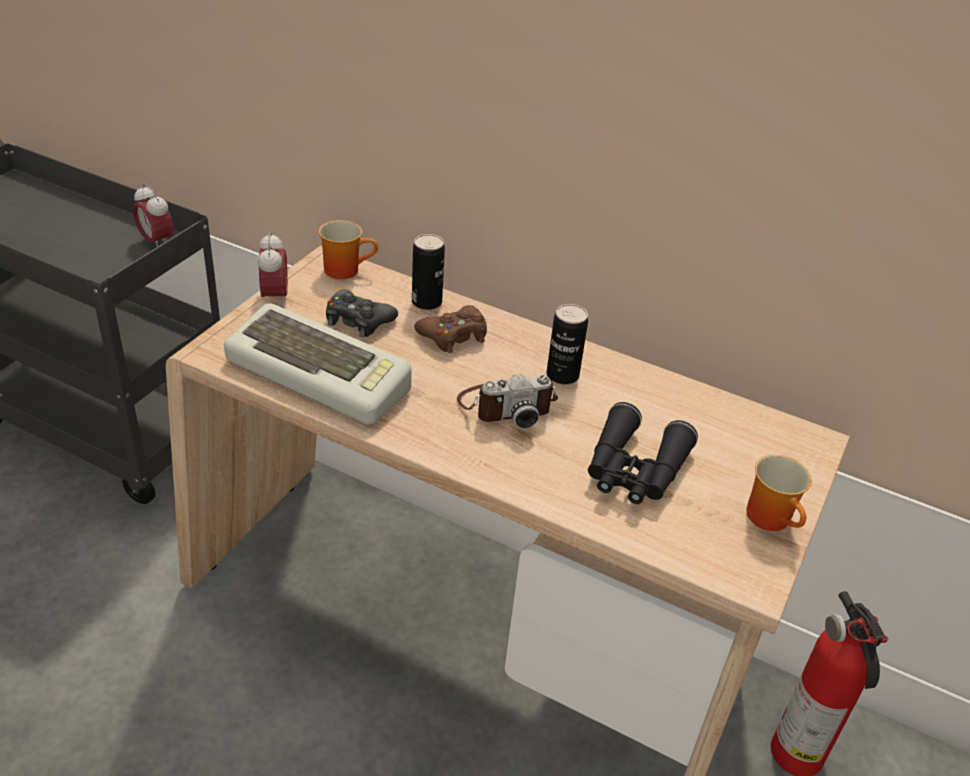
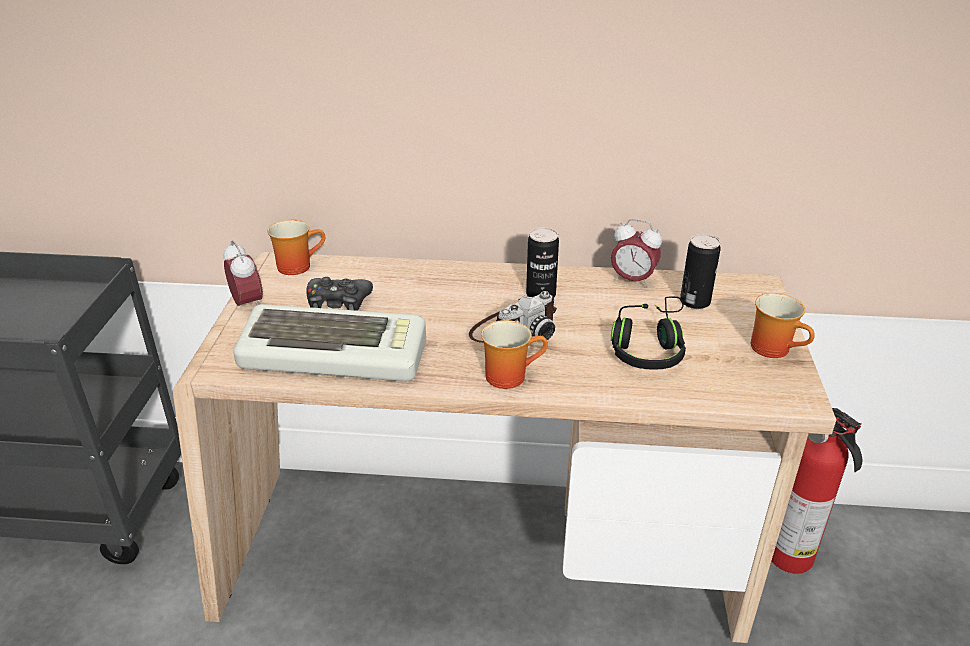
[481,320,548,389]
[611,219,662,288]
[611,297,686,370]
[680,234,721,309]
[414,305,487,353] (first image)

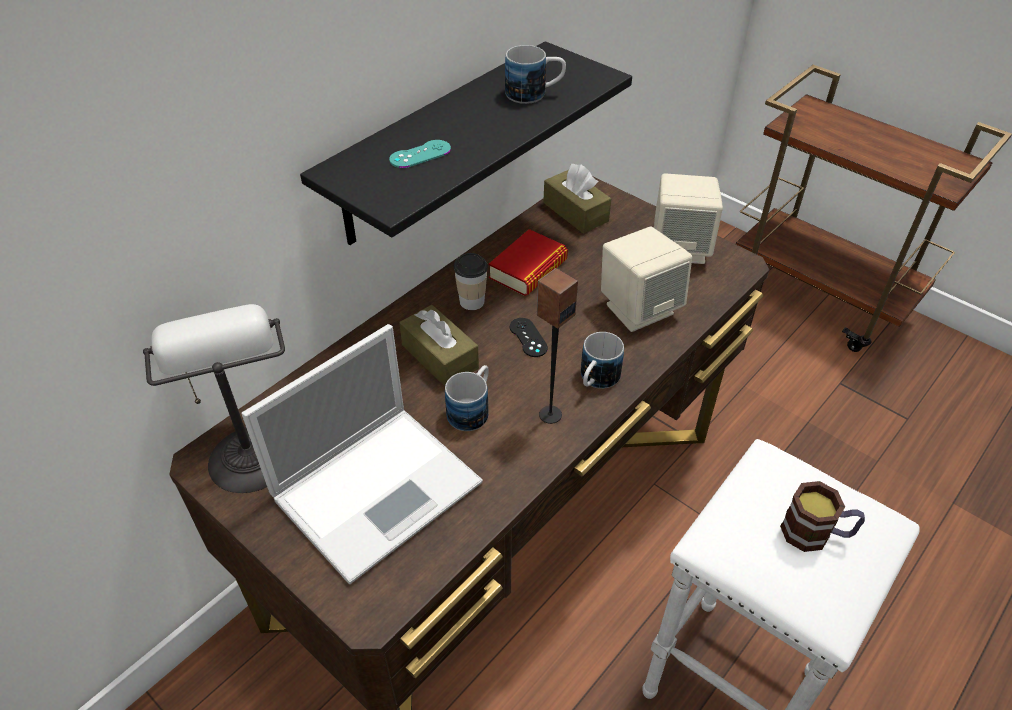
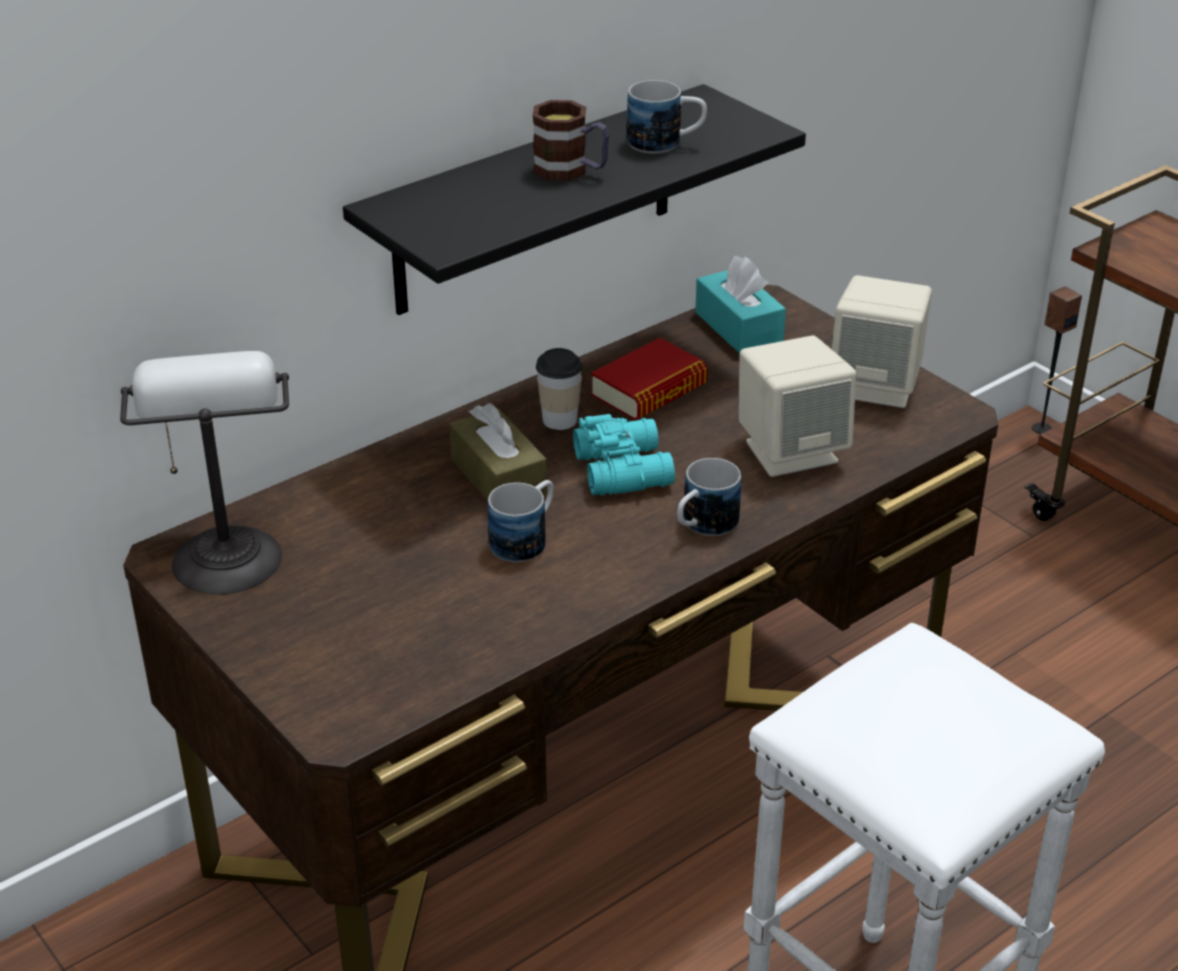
[532,100,609,181]
[573,414,675,495]
[695,256,786,354]
[1032,286,1082,434]
[241,324,483,584] (first image)
[389,140,451,168] (first image)

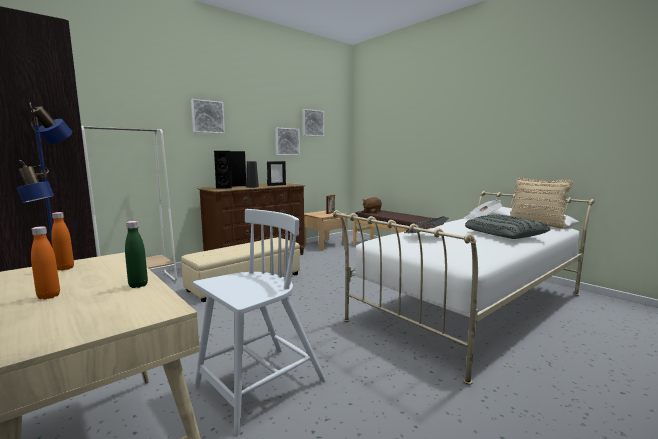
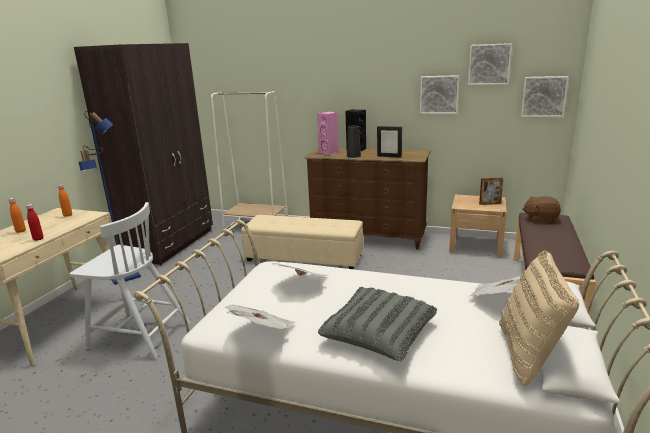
[26,204,44,241]
[225,305,295,329]
[317,111,339,155]
[521,76,569,117]

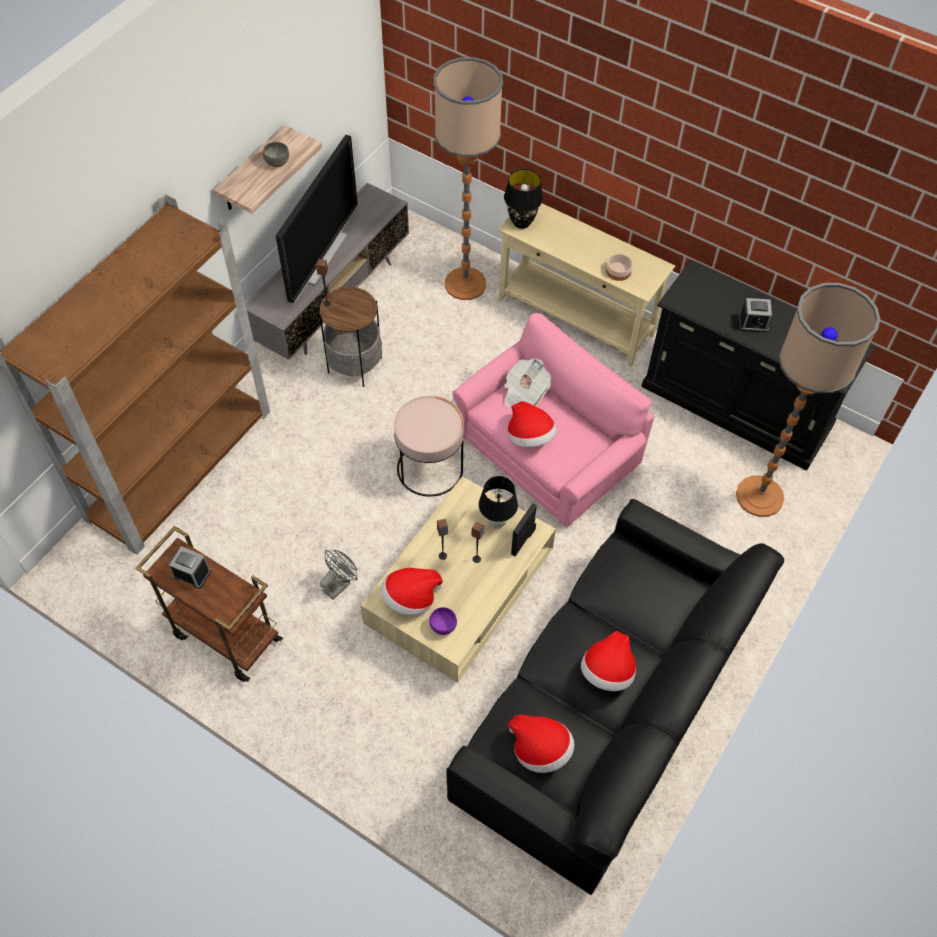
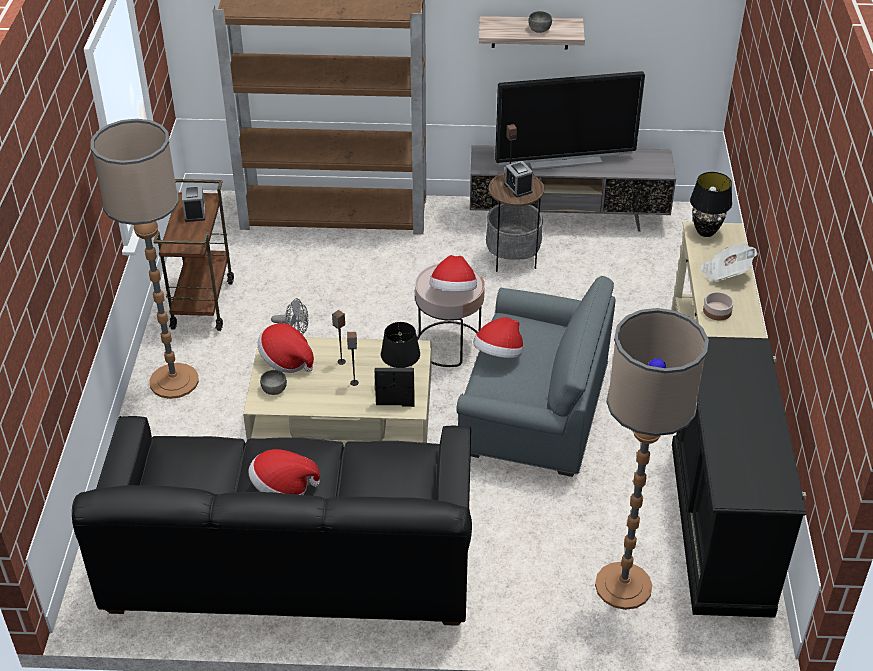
[91,119,199,399]
[260,370,287,395]
[429,255,477,292]
[456,276,615,477]
[504,161,533,197]
[700,243,758,282]

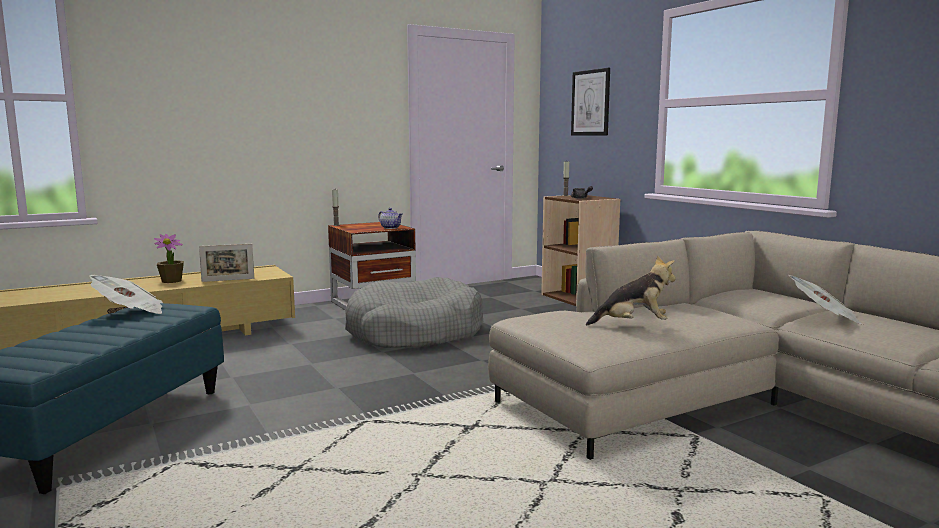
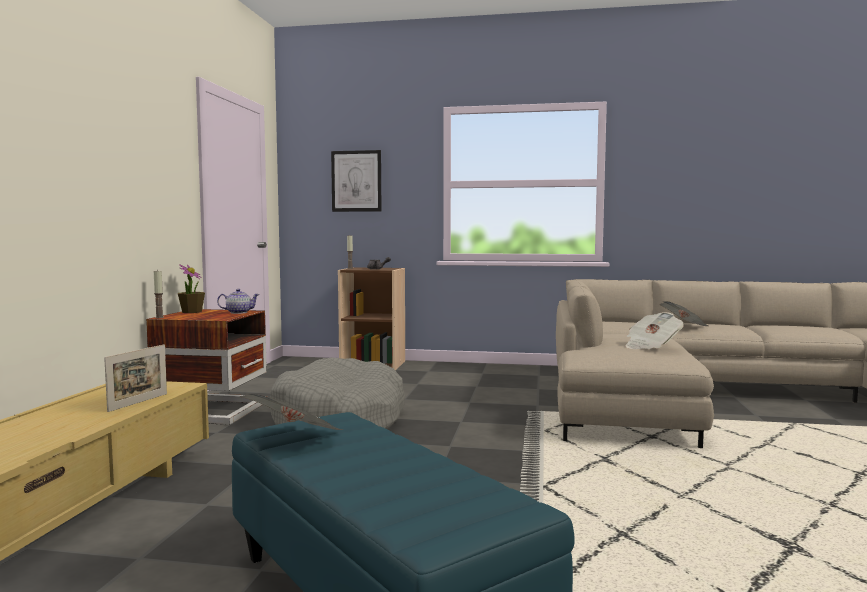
[178,264,205,313]
[625,312,683,349]

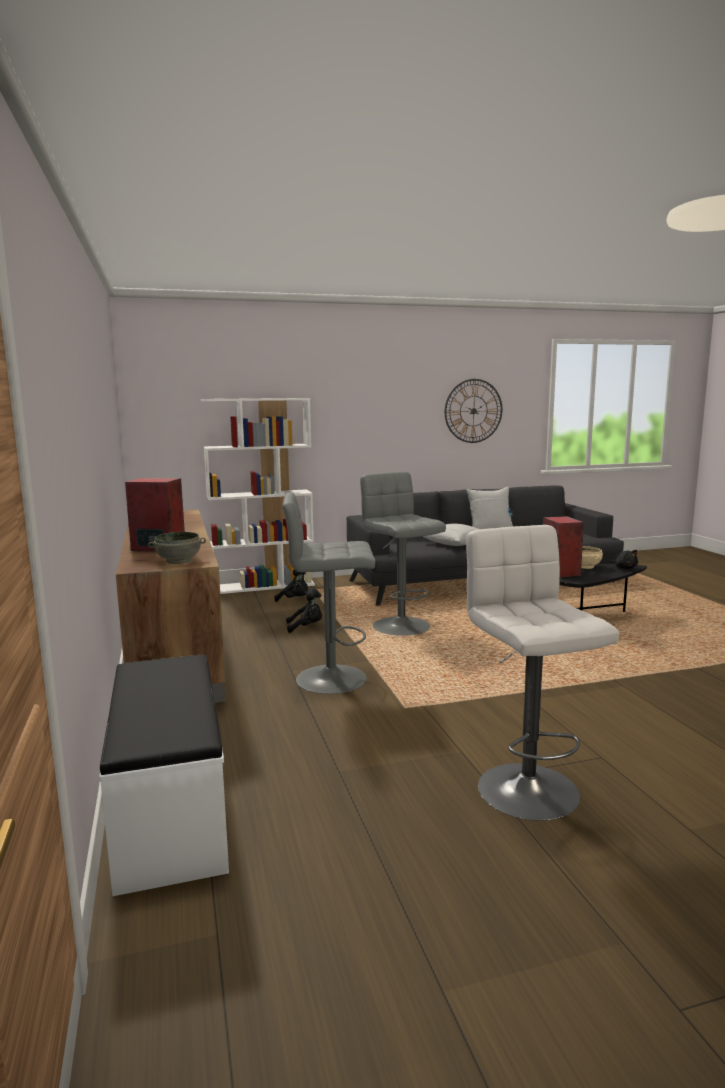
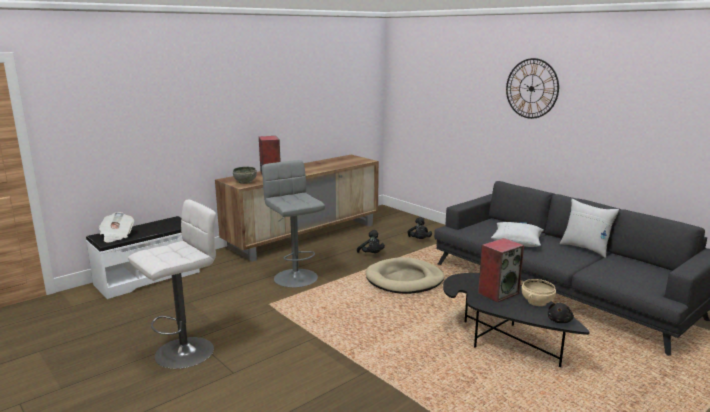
[99,212,134,243]
[366,257,444,294]
[506,58,559,119]
[201,398,315,594] (first image)

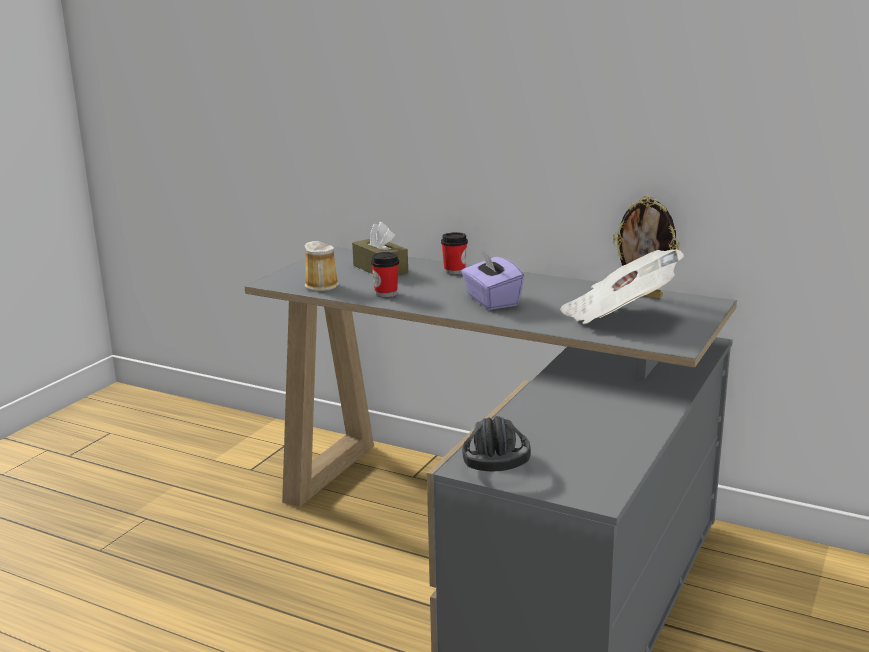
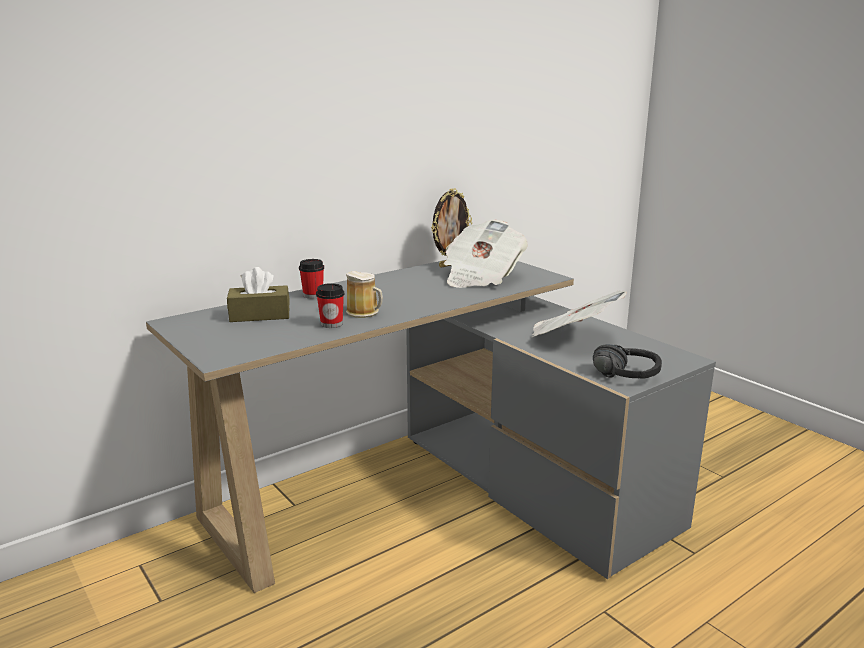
[346,271,383,318]
[532,290,627,337]
[461,250,524,310] (first image)

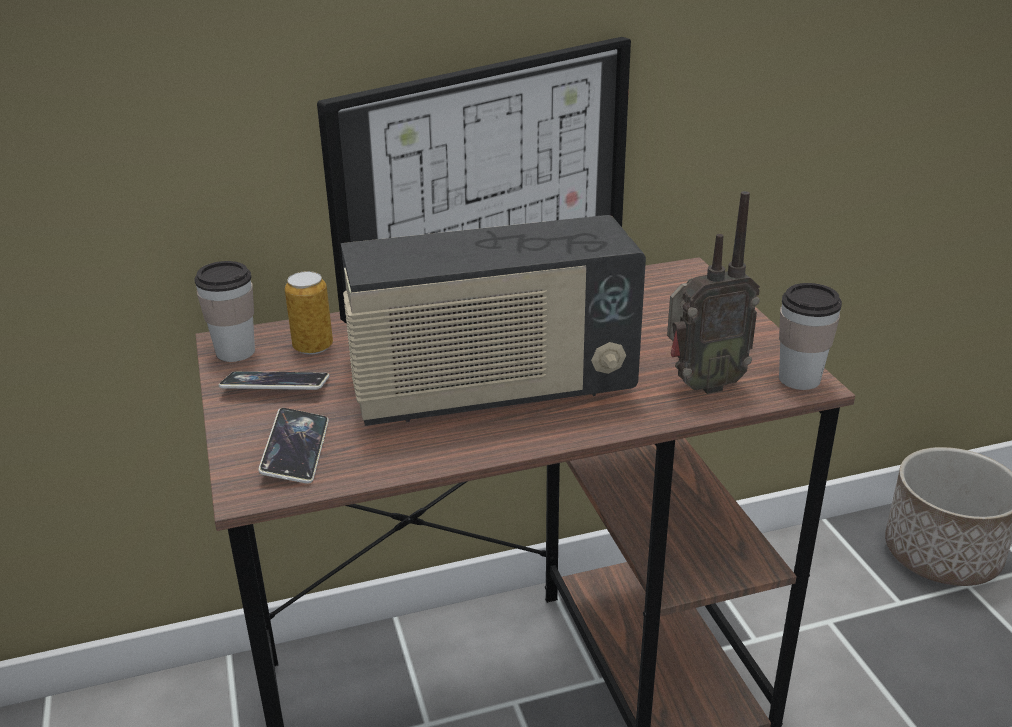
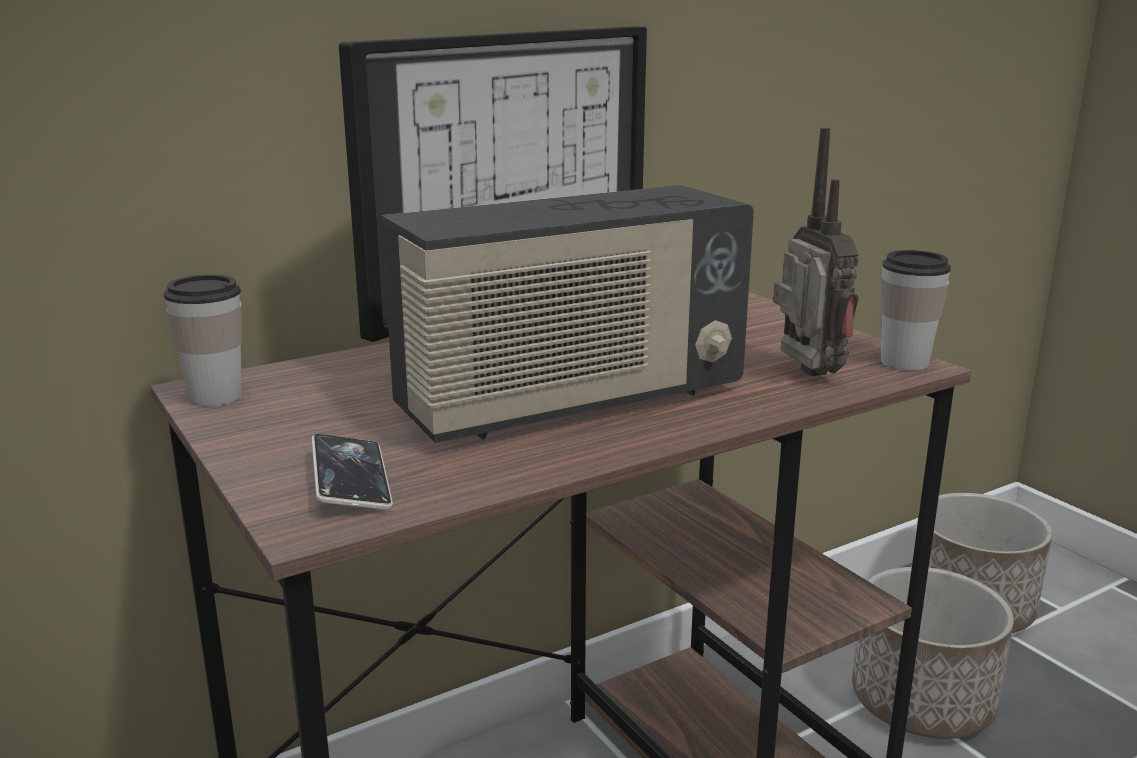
[773,128,859,376]
[852,567,1014,739]
[219,371,329,390] (first image)
[285,271,333,355] (first image)

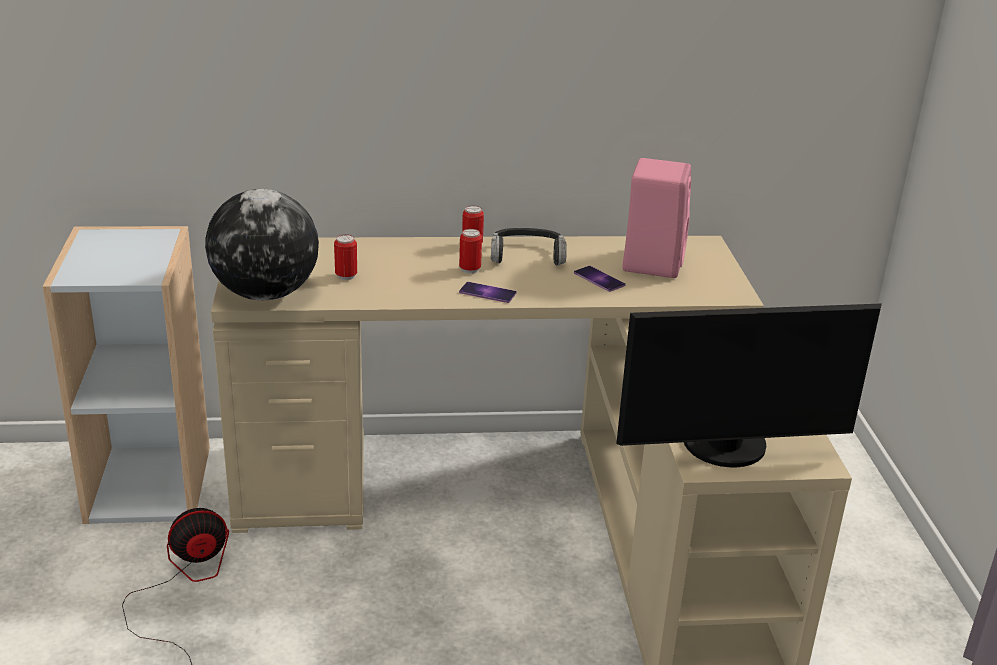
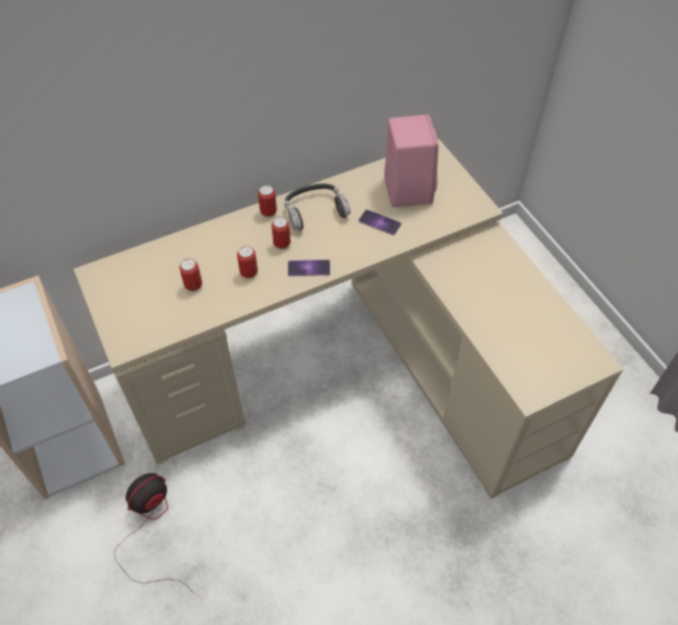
[237,246,258,279]
[205,189,319,300] (first image)
[616,303,882,467] (first image)

